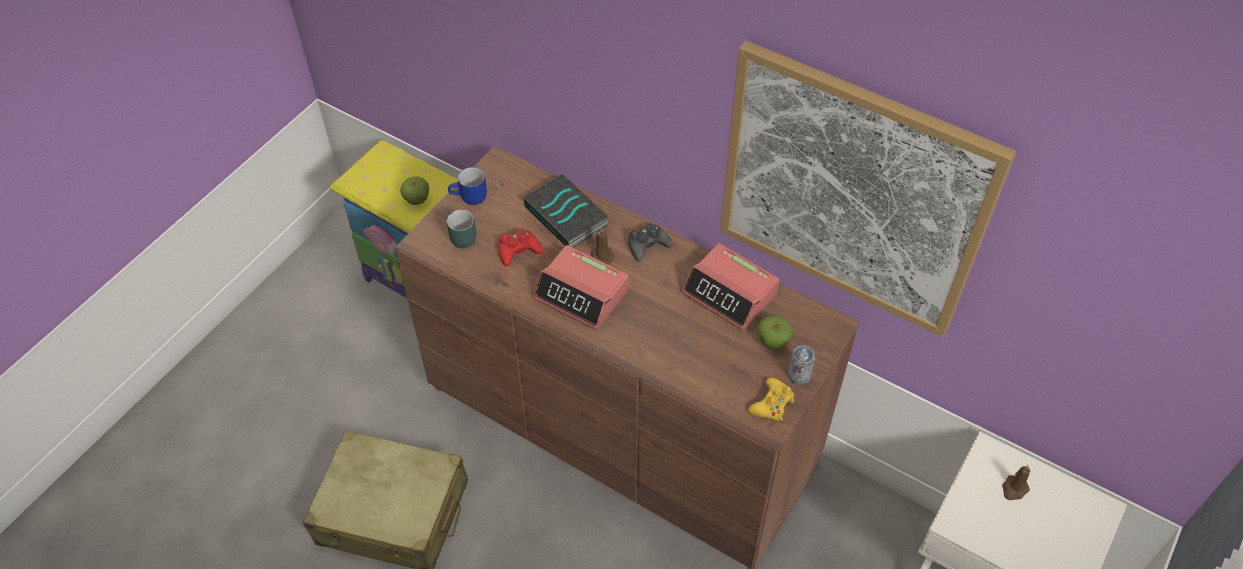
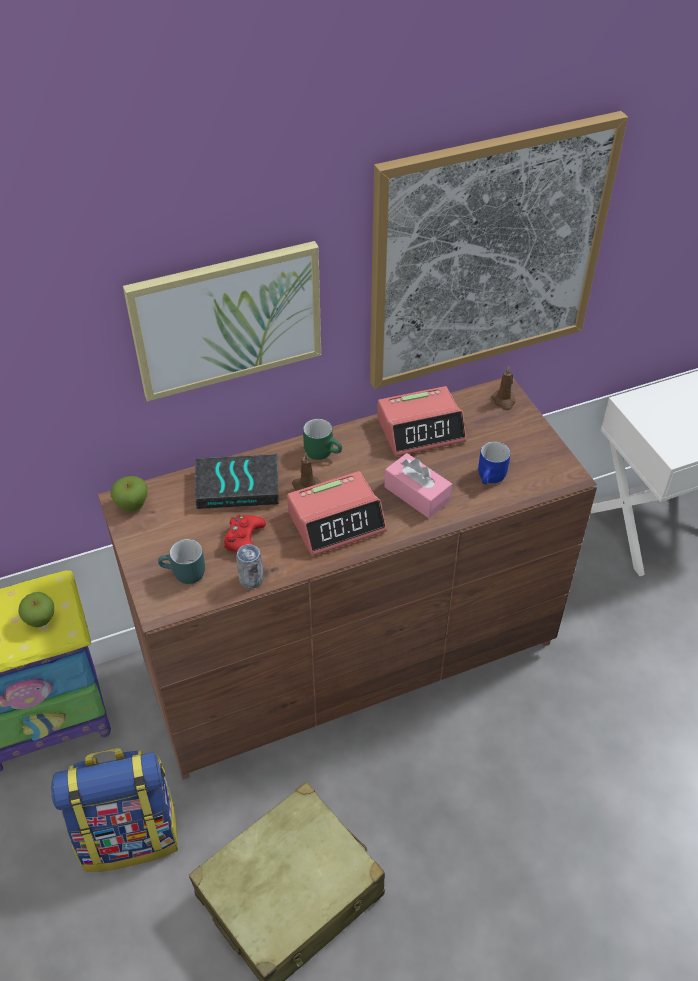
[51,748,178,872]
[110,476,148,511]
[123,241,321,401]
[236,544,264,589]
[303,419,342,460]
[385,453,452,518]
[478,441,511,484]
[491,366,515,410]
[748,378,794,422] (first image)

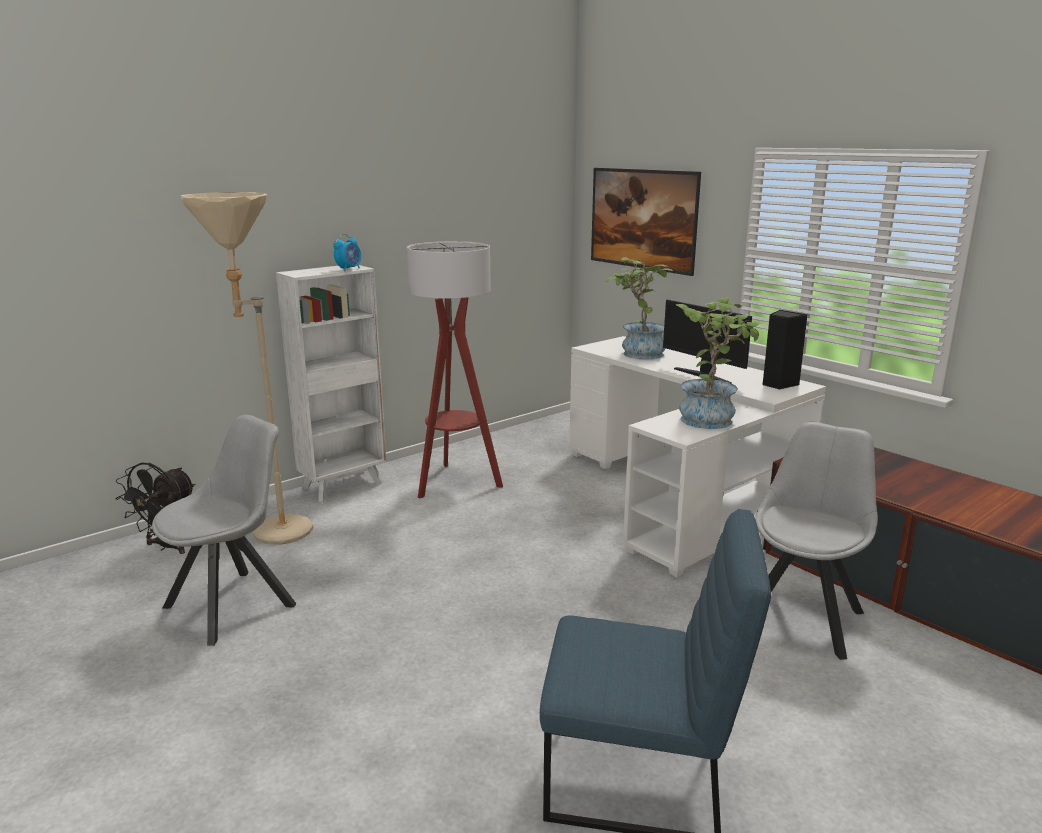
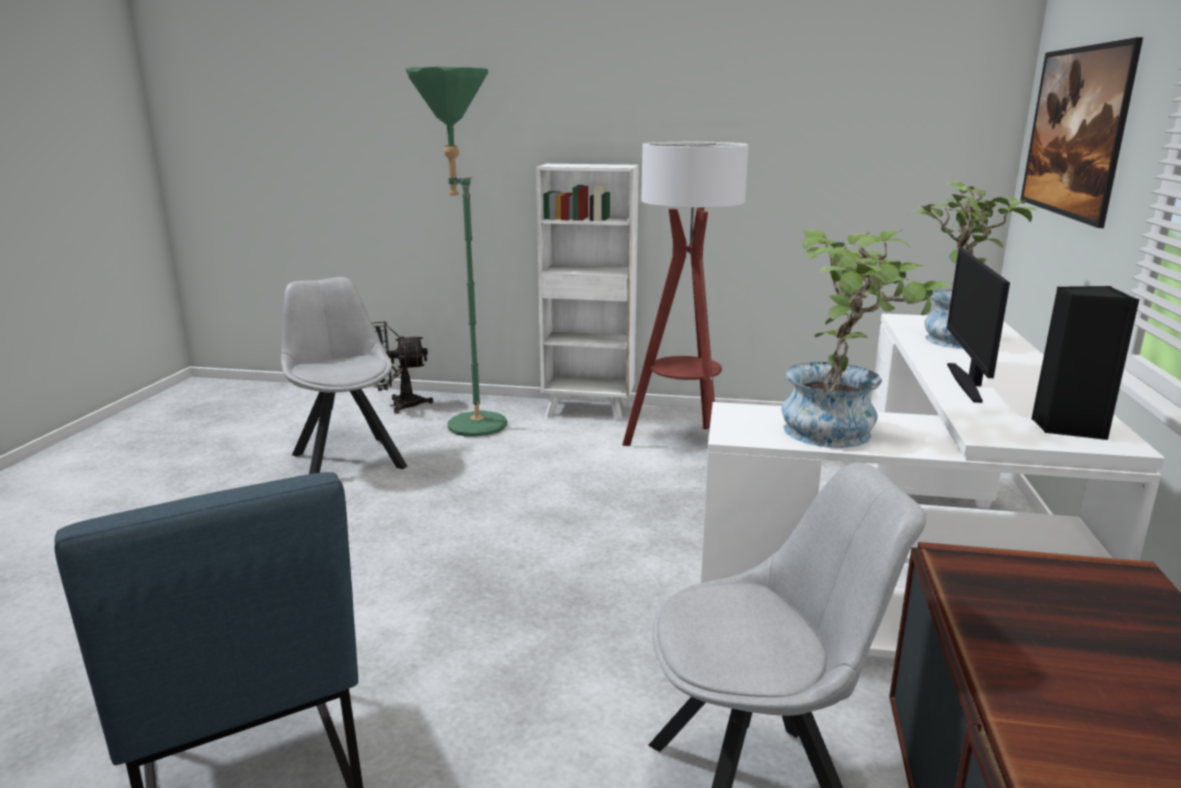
[281,277,408,474]
[405,67,508,437]
[333,234,361,271] (first image)

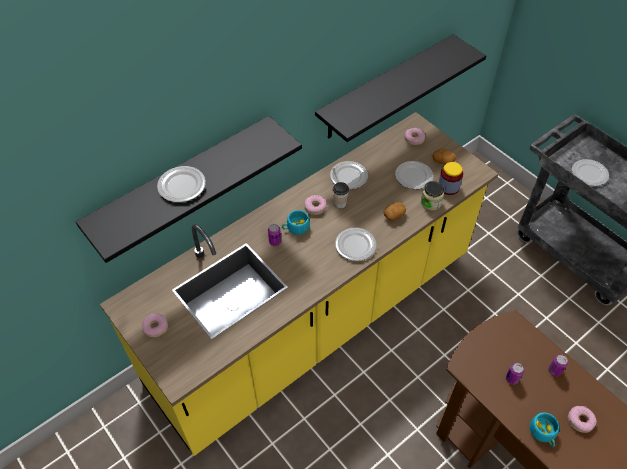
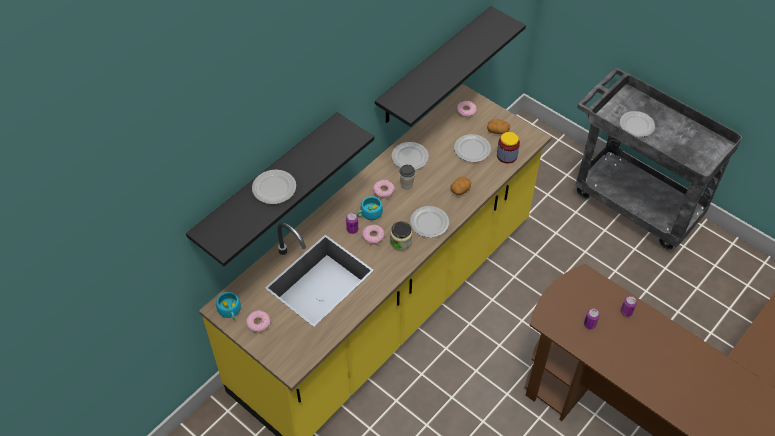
[216,292,241,320]
[362,225,385,245]
[390,222,412,251]

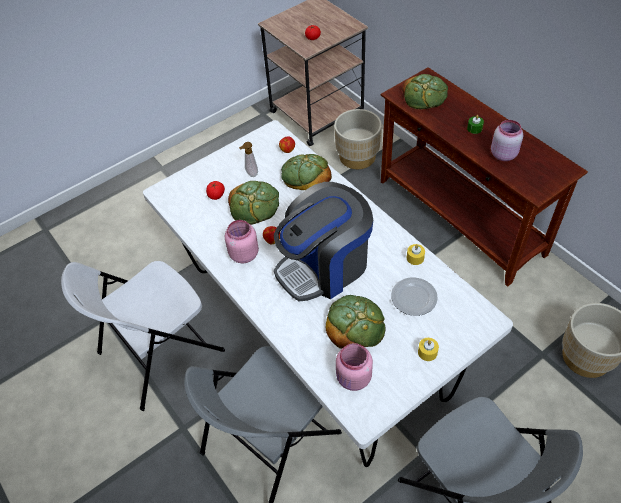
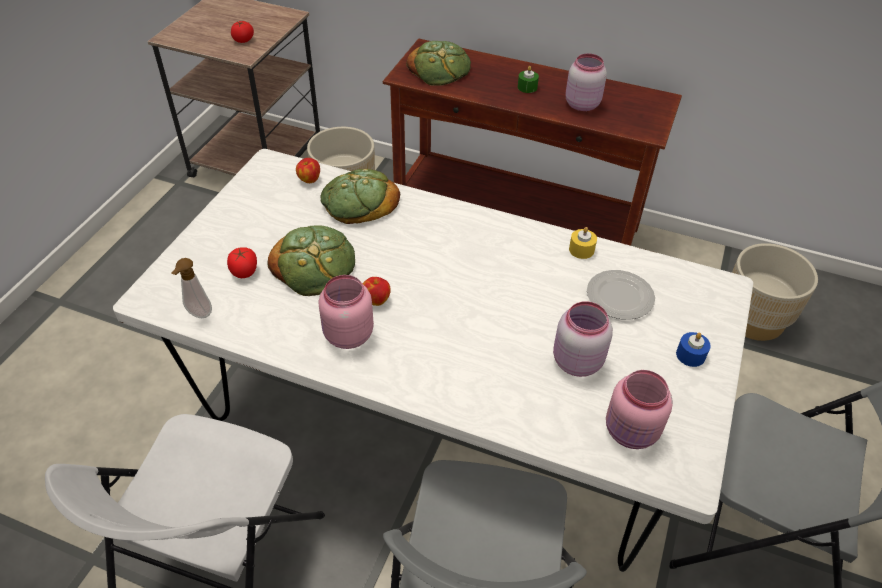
[171,258,212,318]
[553,301,613,377]
[676,332,711,367]
[274,182,373,301] (first image)

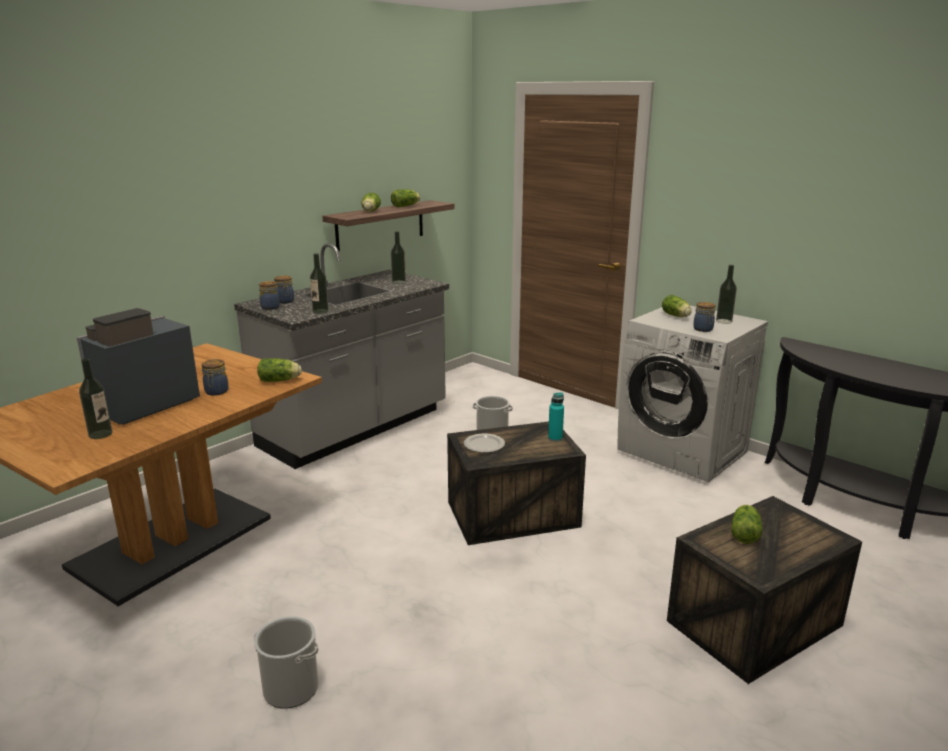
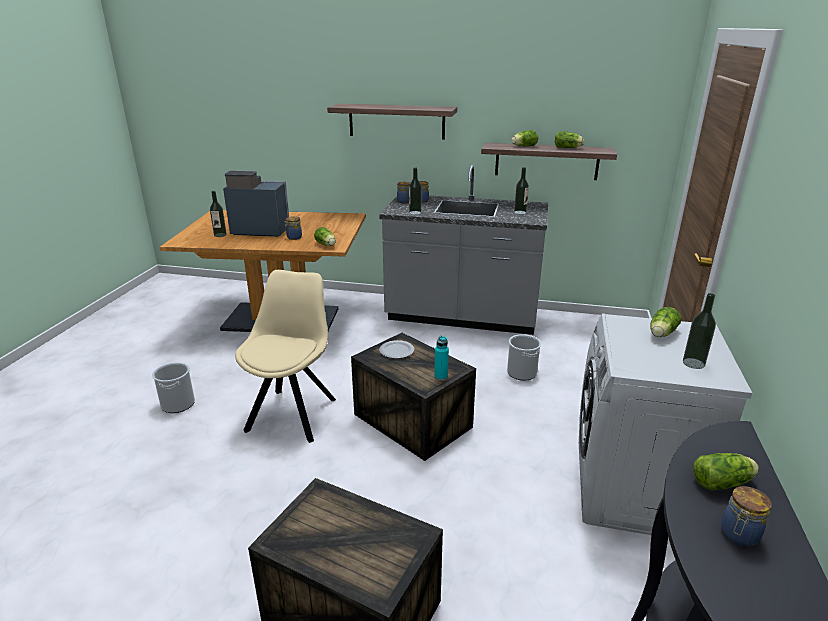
[235,270,336,443]
[327,104,457,140]
[693,453,759,490]
[721,486,772,547]

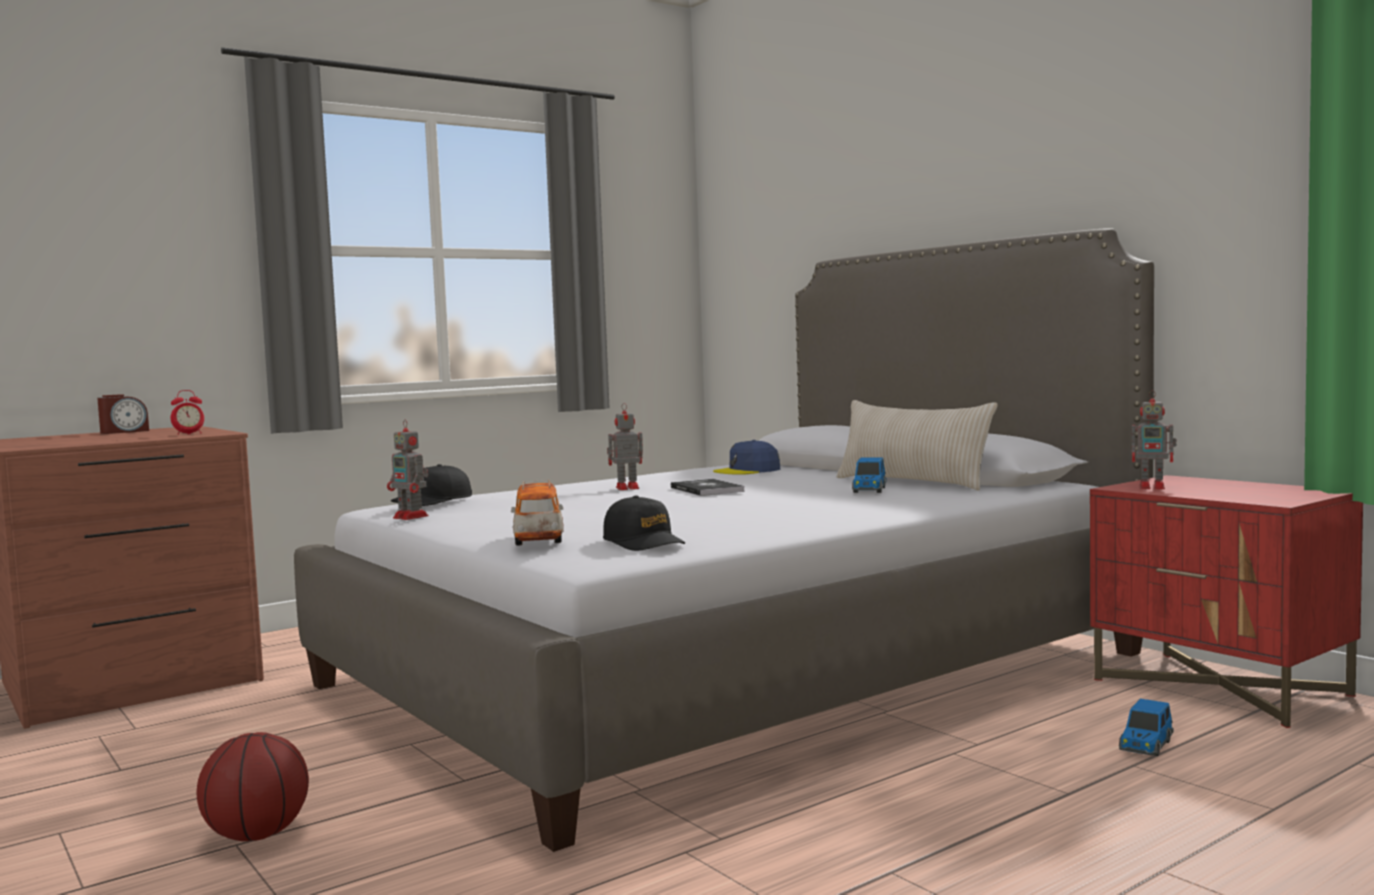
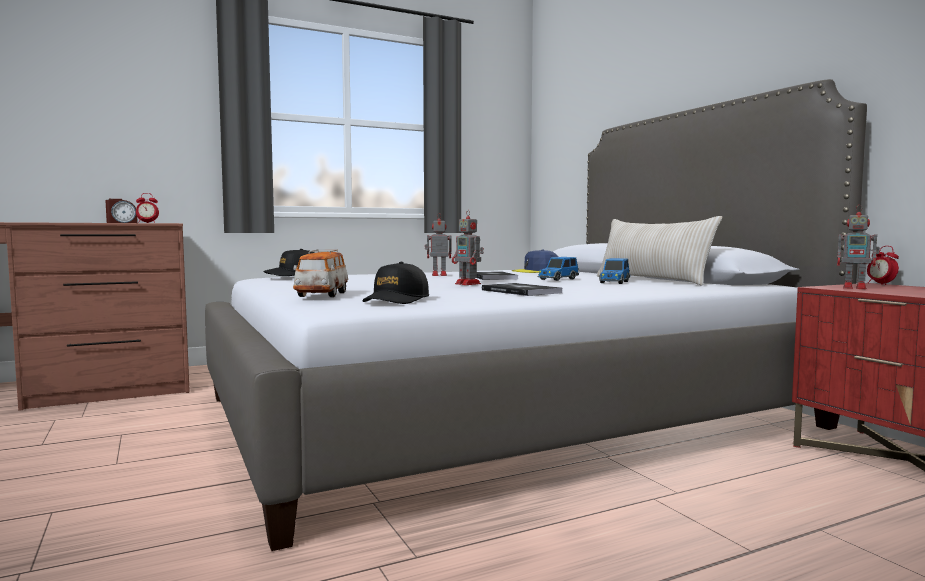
[362,262,429,304]
[452,210,484,285]
[482,283,562,296]
[538,257,579,281]
[867,246,899,285]
[197,732,309,841] (first image)

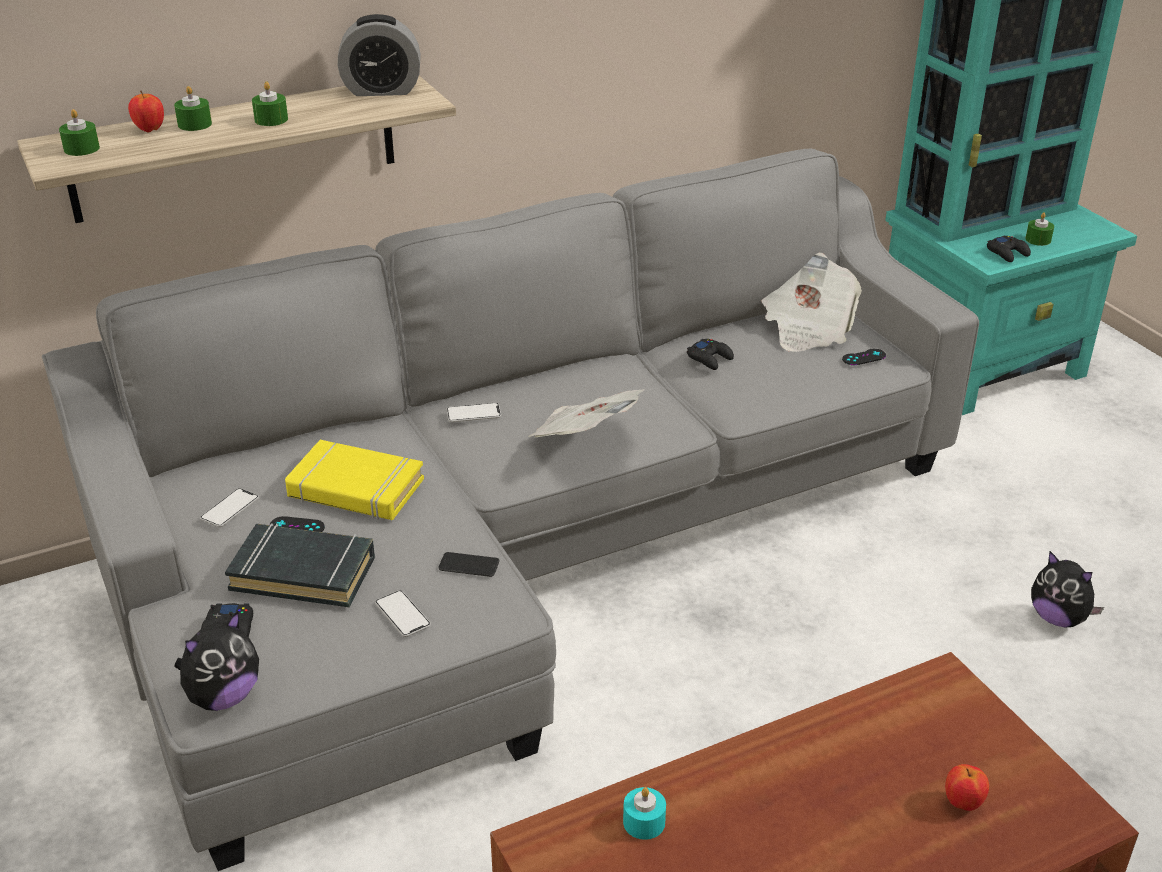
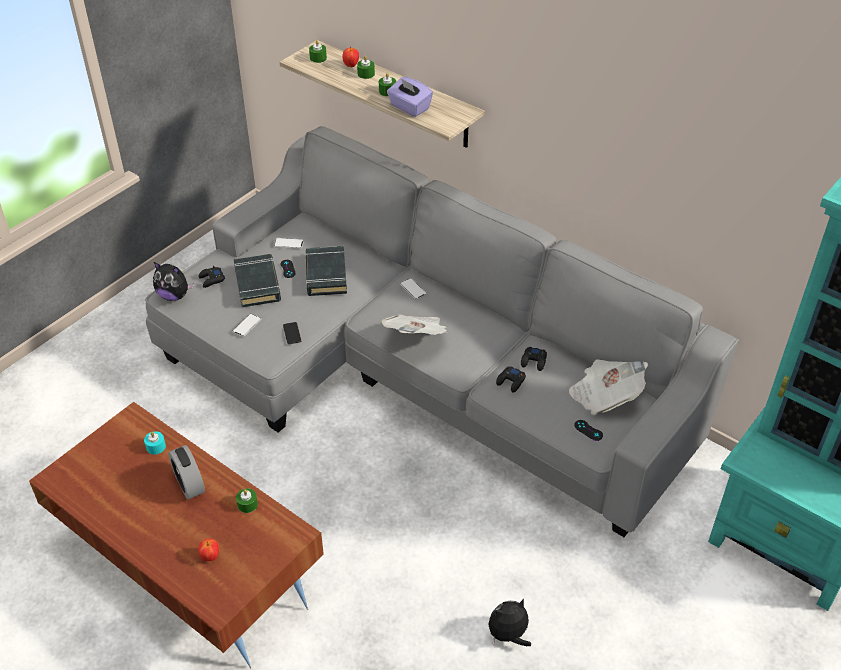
[168,445,205,500]
[236,488,258,513]
[305,246,347,296]
[387,77,433,117]
[488,599,531,646]
[496,366,526,392]

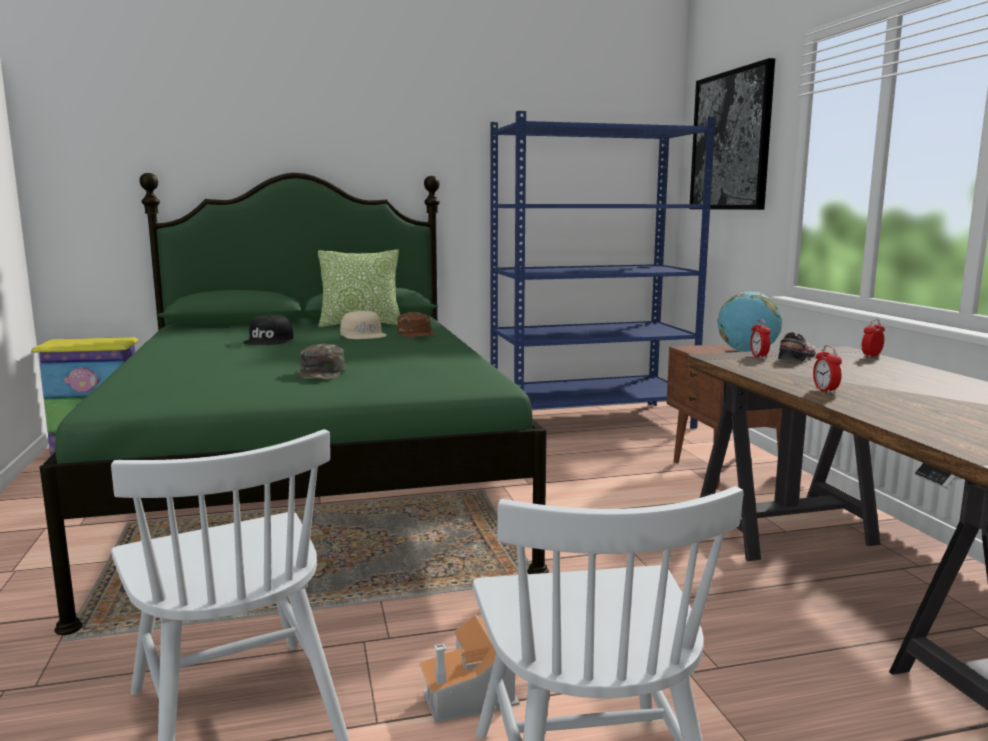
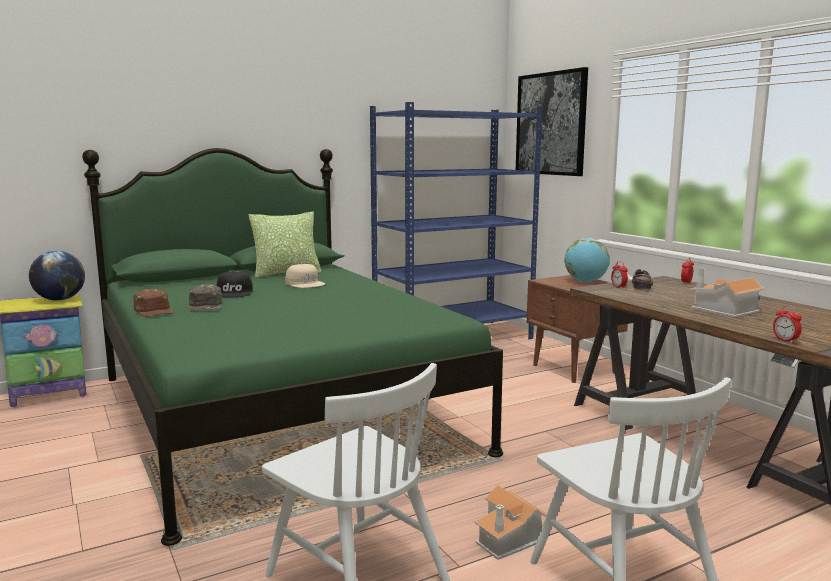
[29,251,85,301]
[133,289,174,317]
[189,284,223,311]
[690,268,765,317]
[773,305,802,343]

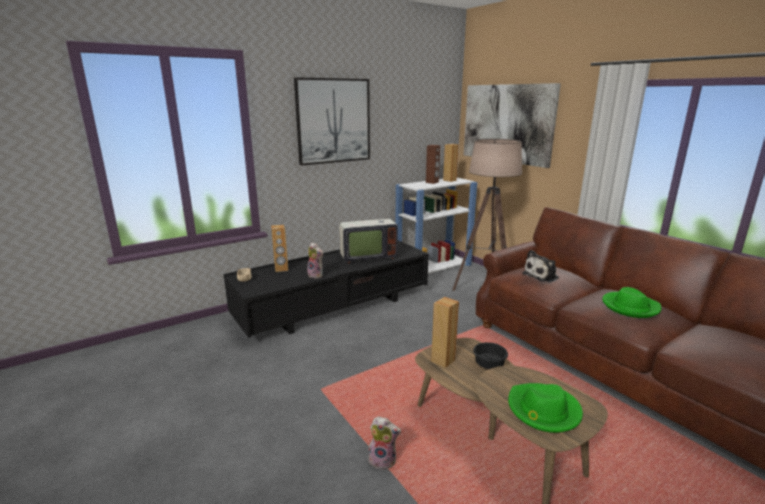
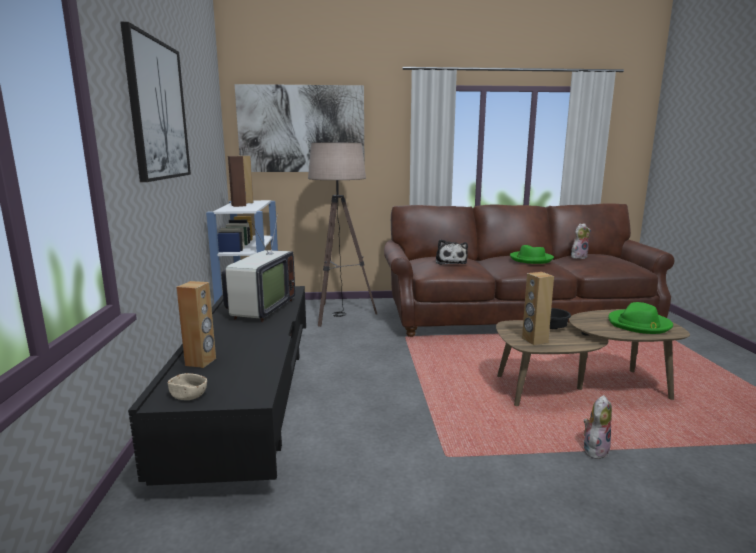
[571,223,591,259]

